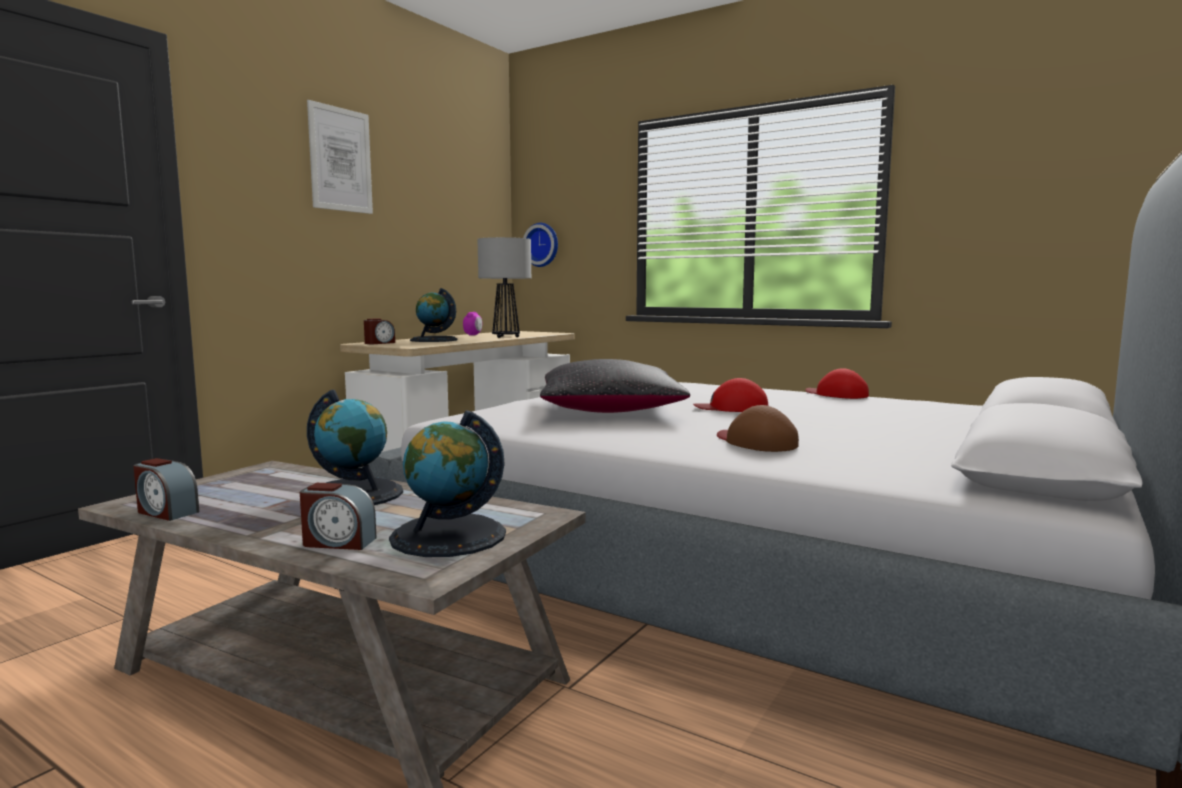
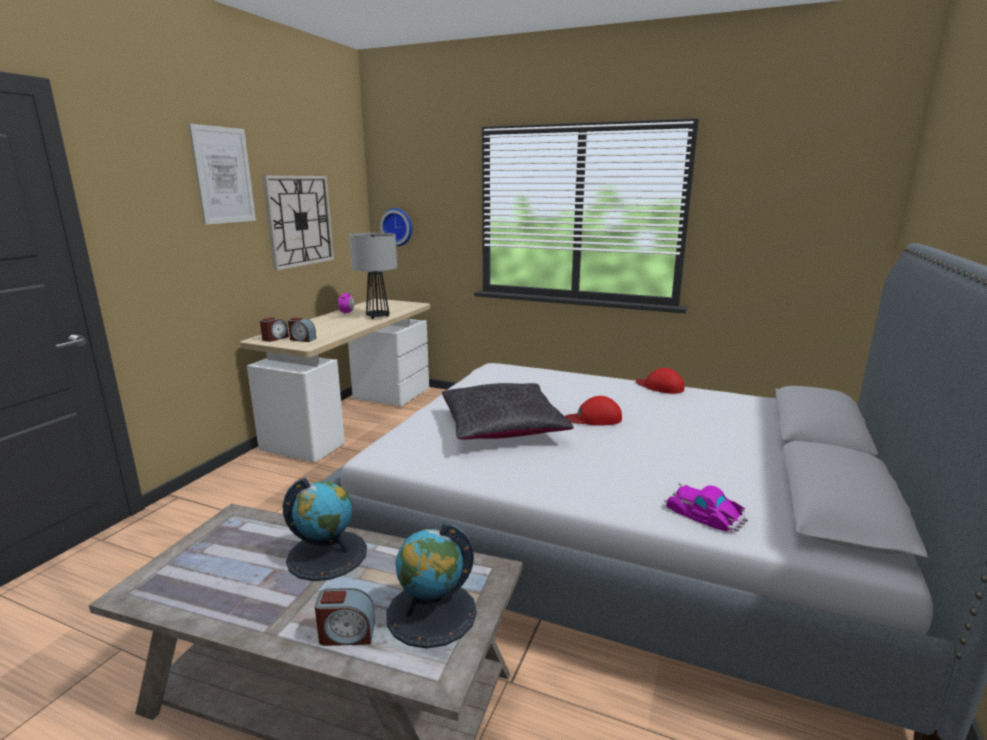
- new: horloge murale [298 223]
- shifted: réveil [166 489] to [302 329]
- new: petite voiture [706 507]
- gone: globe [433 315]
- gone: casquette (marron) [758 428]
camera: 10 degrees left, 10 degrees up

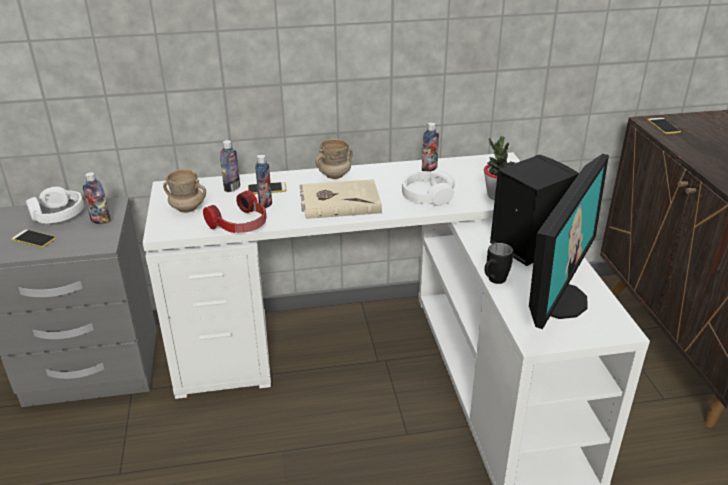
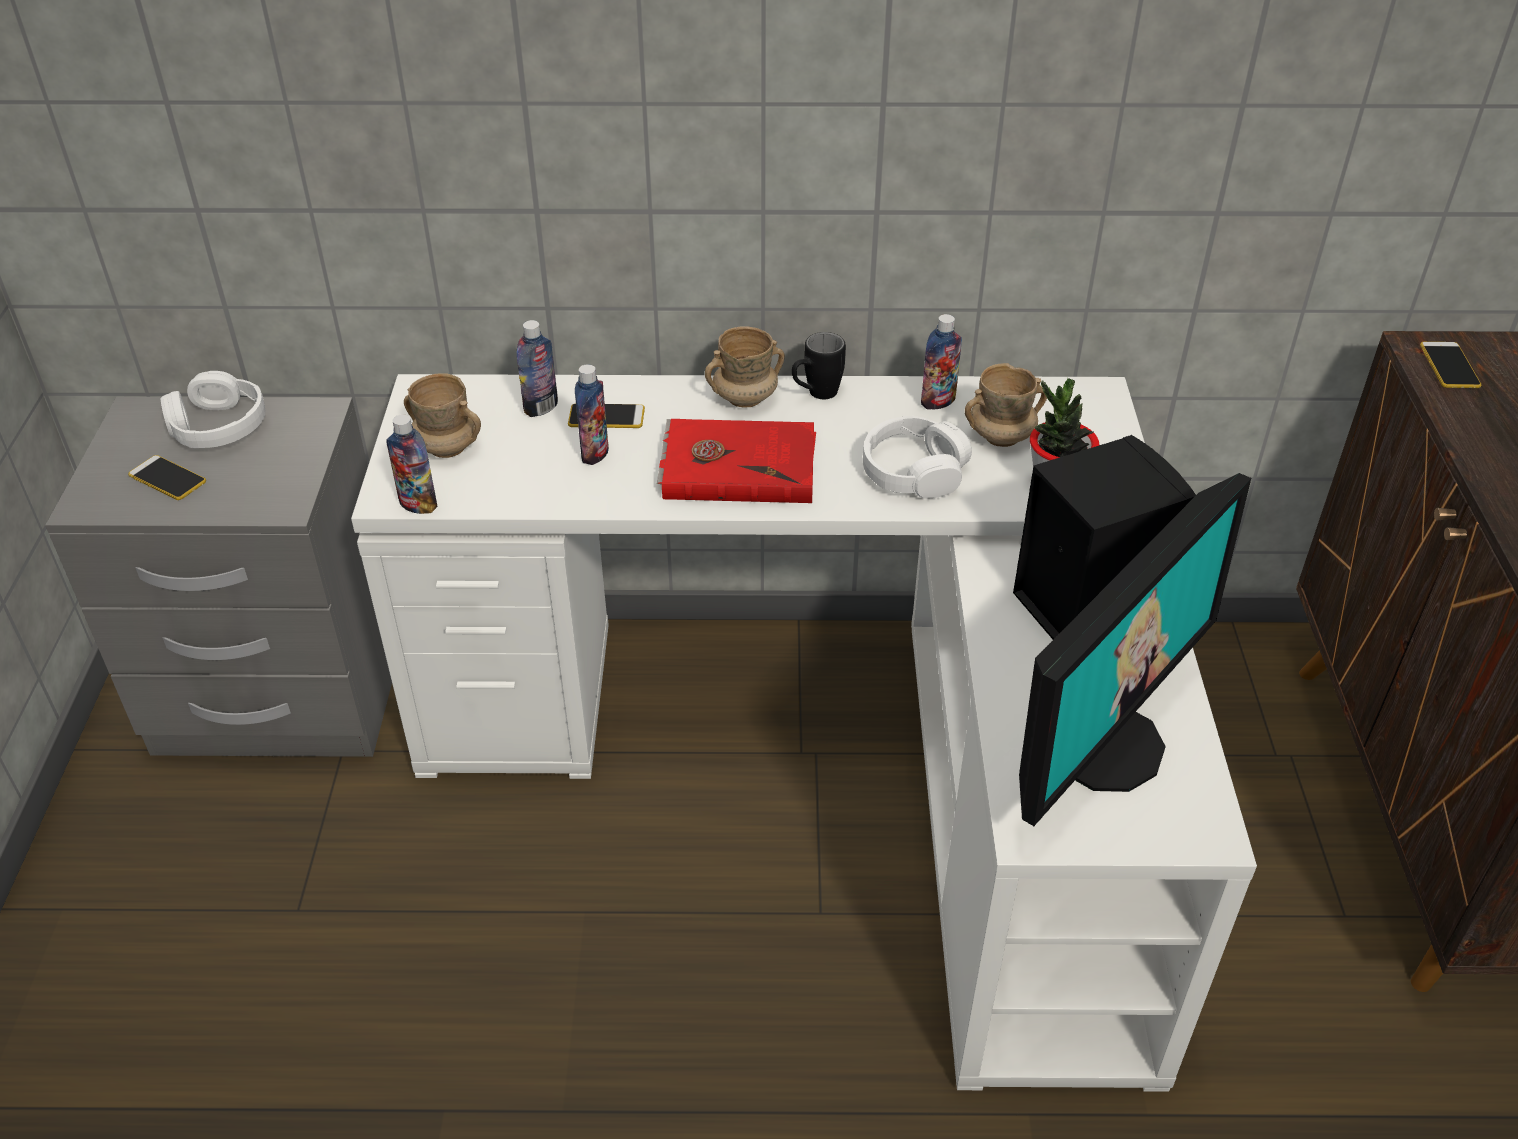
- shifted: bouteille [97 198] to [411 464]
- repainted: livre (beige) [341 199] to livre (rouge) [736 461]
- shifted: mug (noir) [499 263] to [819 365]
- new: mug (beige) [1006 405]
- gone: casque audio [235 211]
camera: 10 degrees right, 10 degrees up

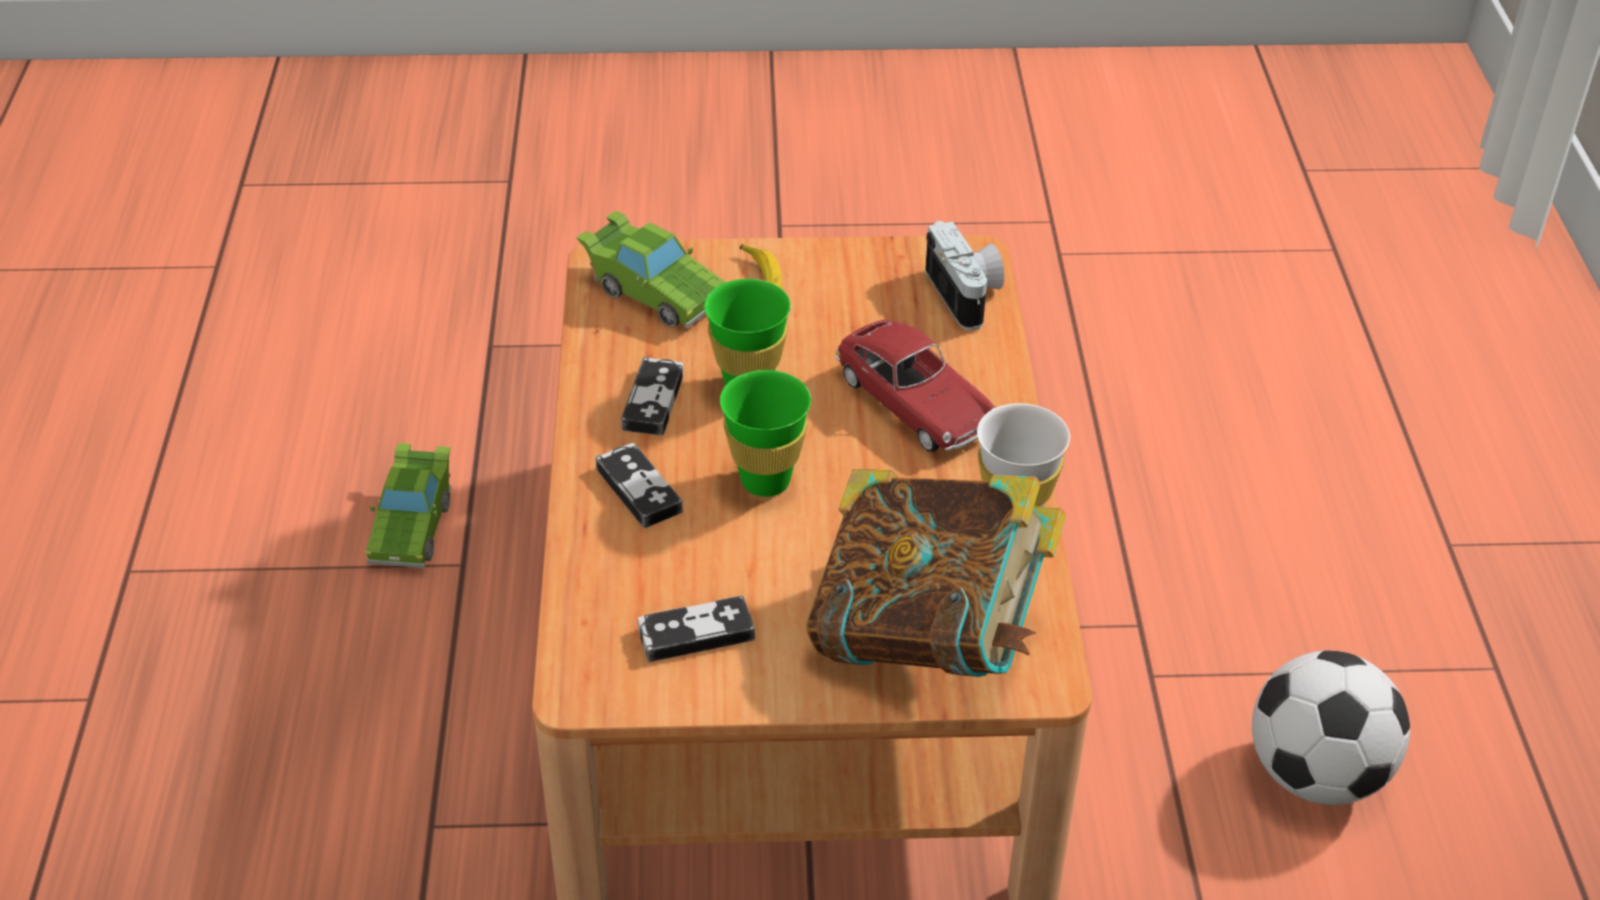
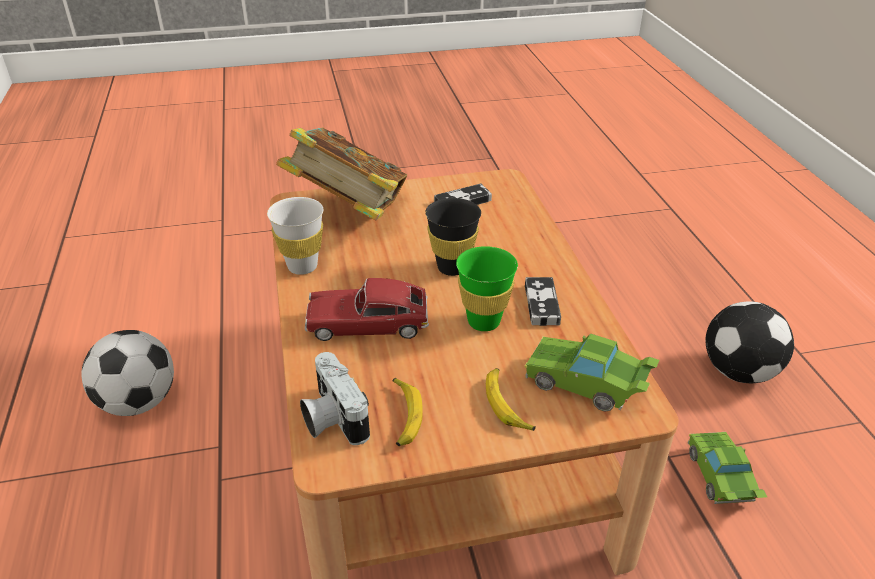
- rotated: petite voiture [915 386] = [367 309] 45 degrees counterclockwise
- new: banane [407 412]
- repainted: tasse (vert) [765 433] to tasse (noir) [453 237]
- new: ballon de foot [749 342]
- gone: manette [639 485]
camera: 170 degrees right, 5 degrees down

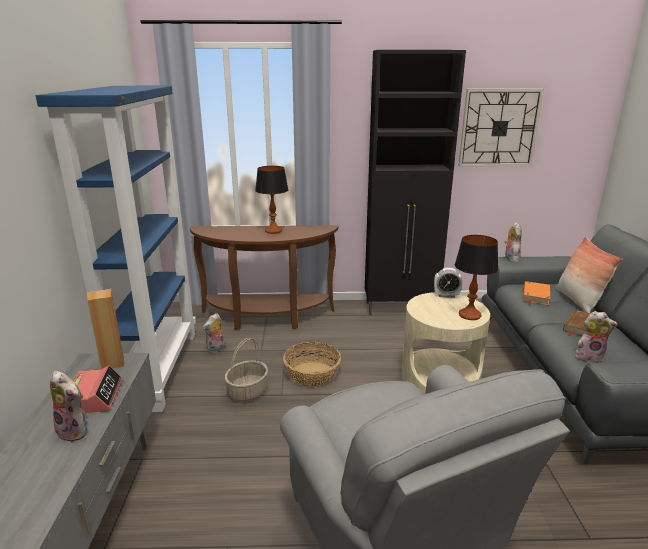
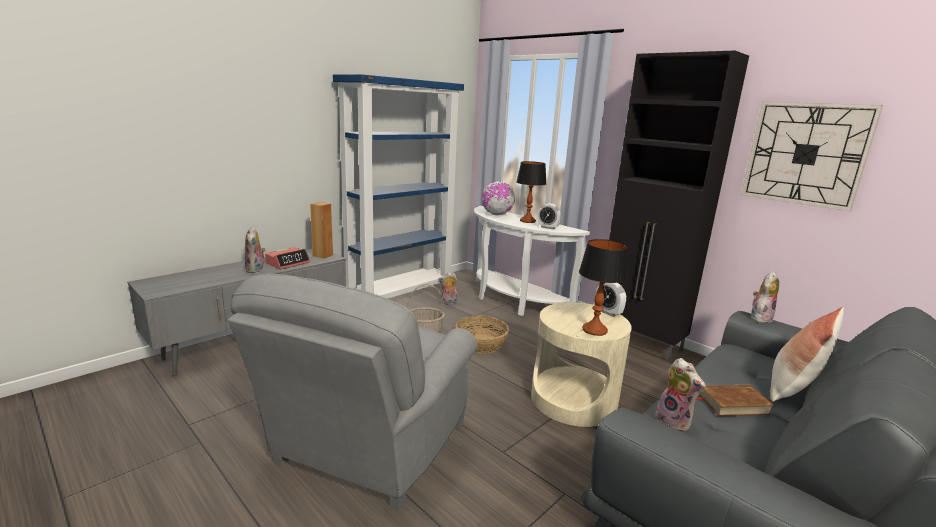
- repainted: table console (marron) [264 277] to table console (blanc) [532 261]
- new: globe [498 198]
- new: réveil [549 216]
- gone: livre (orange) [536 293]
camera: 45 degrees right, 5 degrees down

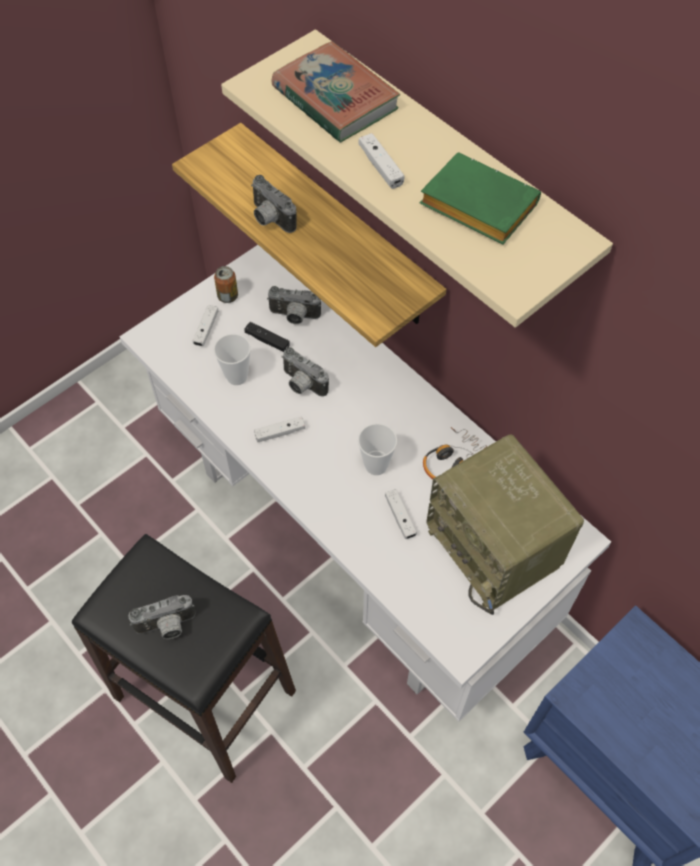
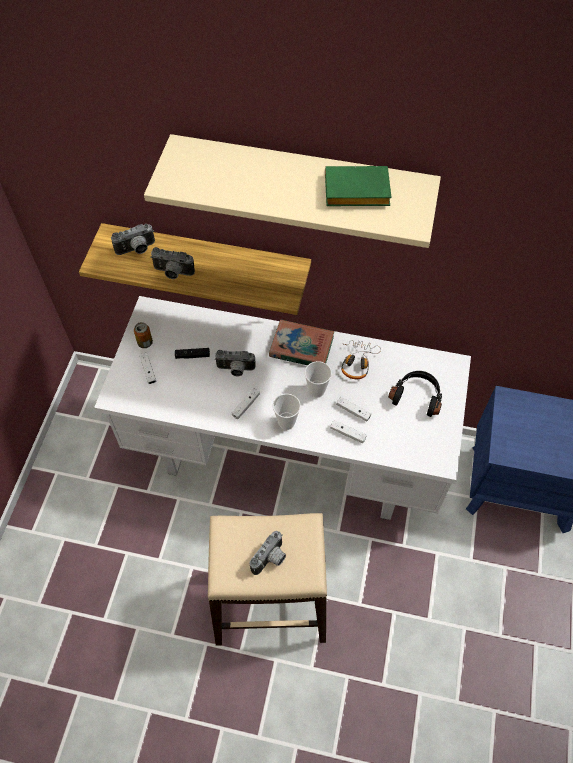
- shifted: appareil photo [294 305] to [133 239]
- repainted: tabouret (noir) [184 658] to tabouret (beige) [267 579]
- shifted: livre [336 92] to [301 342]
- shifted: tasse [232 359] to [287 412]
- shifted: manette (blanc) [381 161] to [348 431]
- swapped: radio [505 524] to casque audio (noir) [415 394]
camera: 35 degrees left, 0 degrees up

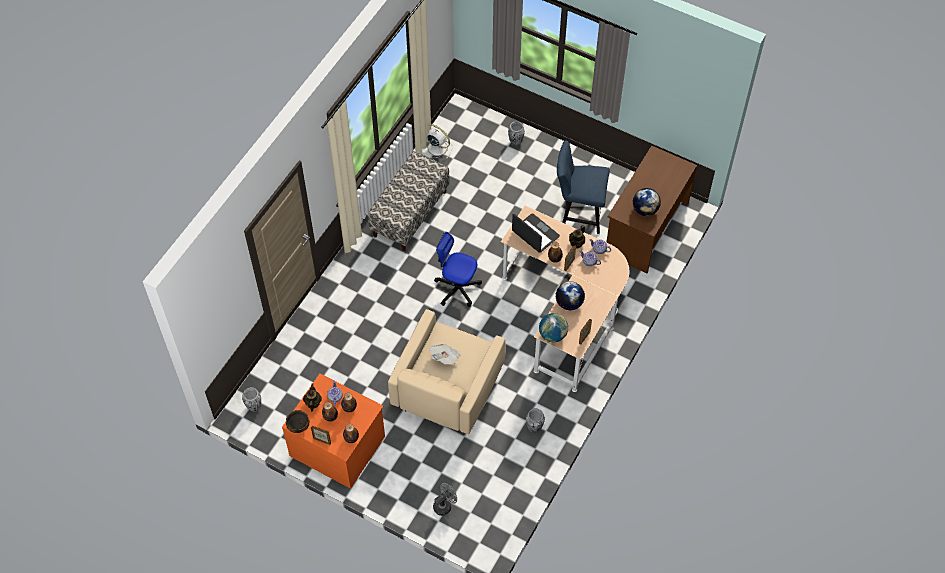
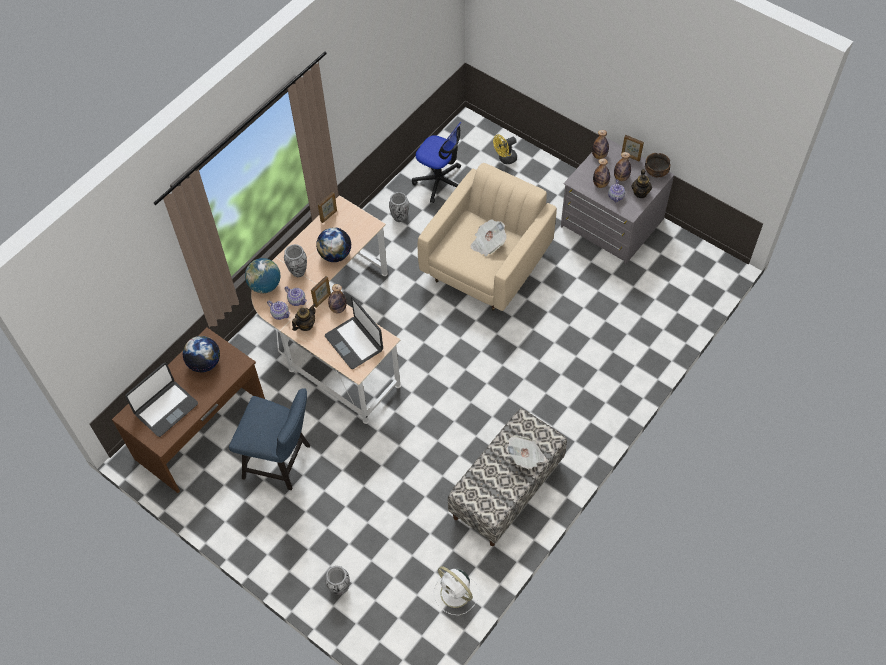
- new: ordinateur portable [161 400]
- shifted: globe [553 328] to [262 275]
- shifted: vase [251 399] to [295 260]
- shifted: chaise de bureau [458 269] to [437 162]
- repainted: ventilateur (gris) [445 499] to ventilateur (jaune) [505 149]
- new: journal [526 452]
- repainted: commode (orange) [333 431] to commode (gris) [617 200]
camera: 170 degrees left, 0 degrees up

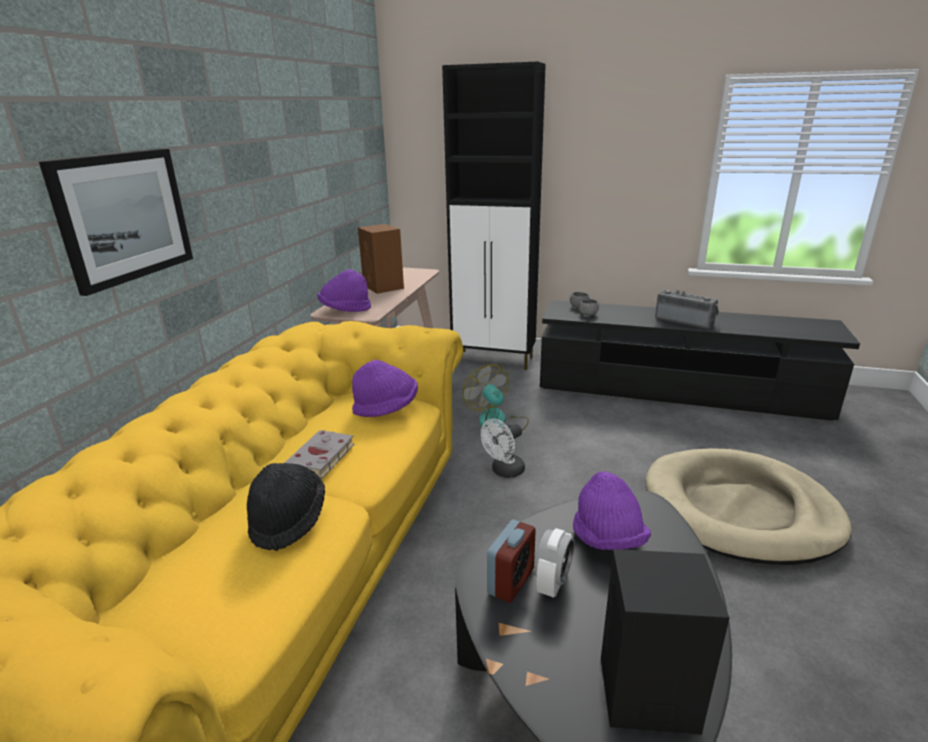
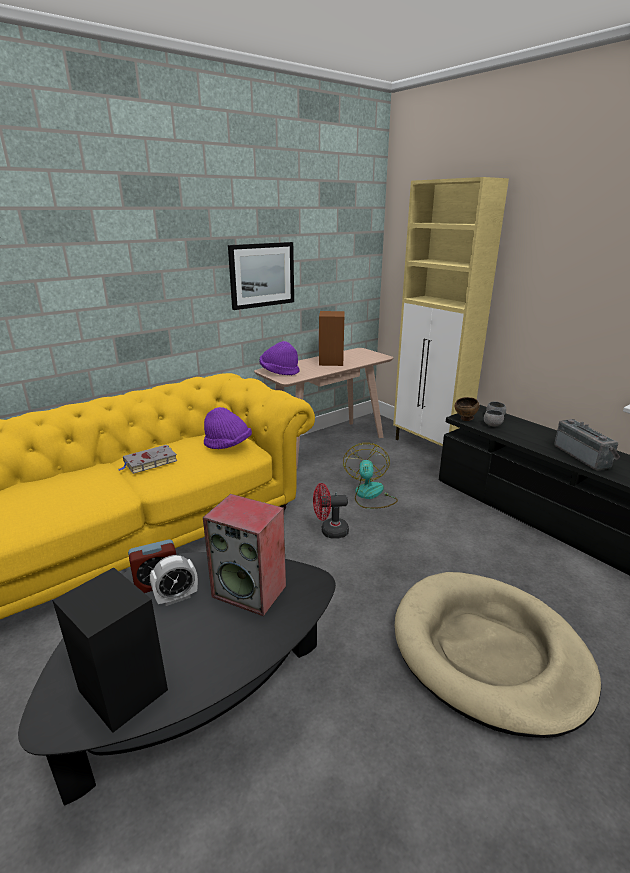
- swapped: chapeau (violet) [612 510] to enceinte [244 555]
- shifted: tableau [116 222] to [261 276]
- repainted: ventilateur (blanc) [503 448] to ventilateur (rouge) [331 511]
- repainted: meuble de rangement (noir) [494 216] to meuble de rangement (beige) [451 312]
- new: bol (marron) [467 409]
- gone: chapeau (noir) [286 507]
camera: 35 degrees right, 0 degrees up

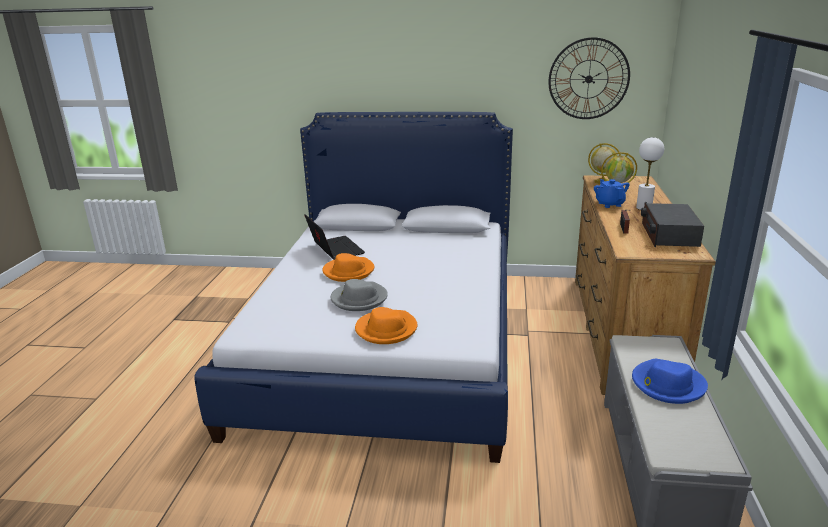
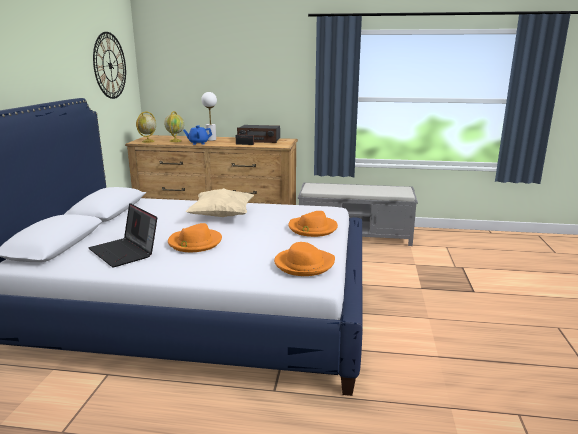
- rotated: ordinateur portable [334 237] = [122 235] 105 degrees counterclockwise
- new: coussin (beige) [219 202]
- new: chapeau (orange) [304 259]
- gone: chapeau (gris) [359 295]
- gone: chapeau (bleu) [670 381]
camera: 90 degrees left, 5 degrees down

